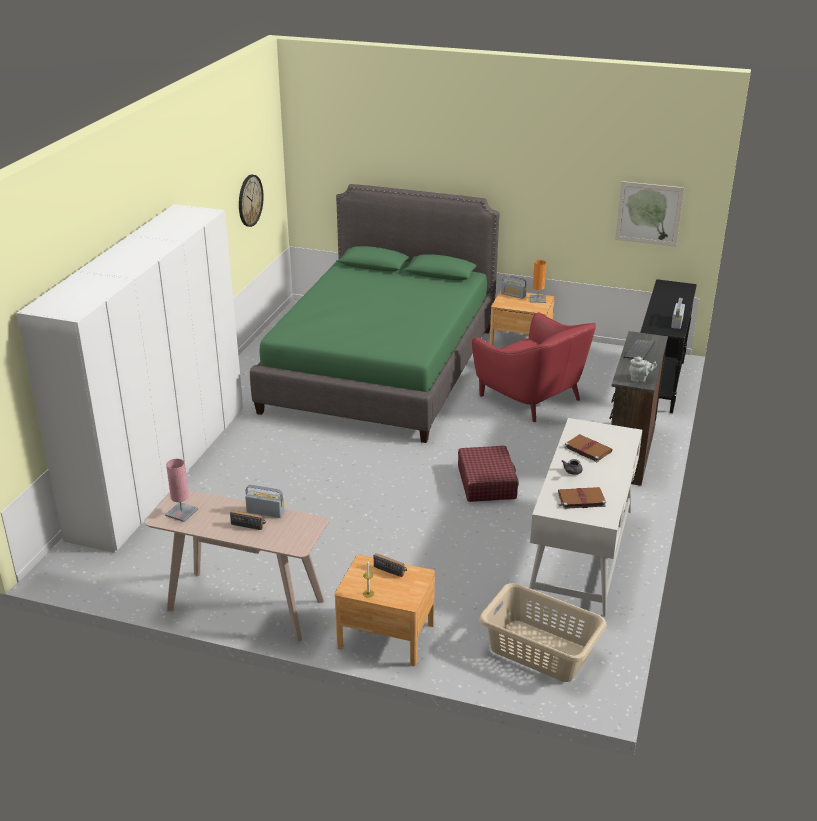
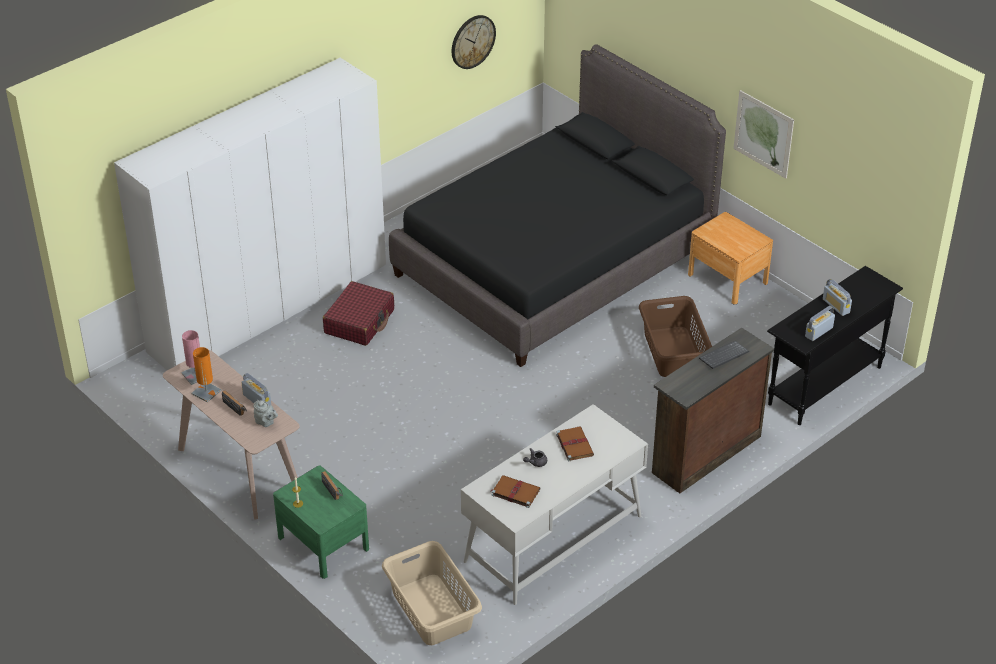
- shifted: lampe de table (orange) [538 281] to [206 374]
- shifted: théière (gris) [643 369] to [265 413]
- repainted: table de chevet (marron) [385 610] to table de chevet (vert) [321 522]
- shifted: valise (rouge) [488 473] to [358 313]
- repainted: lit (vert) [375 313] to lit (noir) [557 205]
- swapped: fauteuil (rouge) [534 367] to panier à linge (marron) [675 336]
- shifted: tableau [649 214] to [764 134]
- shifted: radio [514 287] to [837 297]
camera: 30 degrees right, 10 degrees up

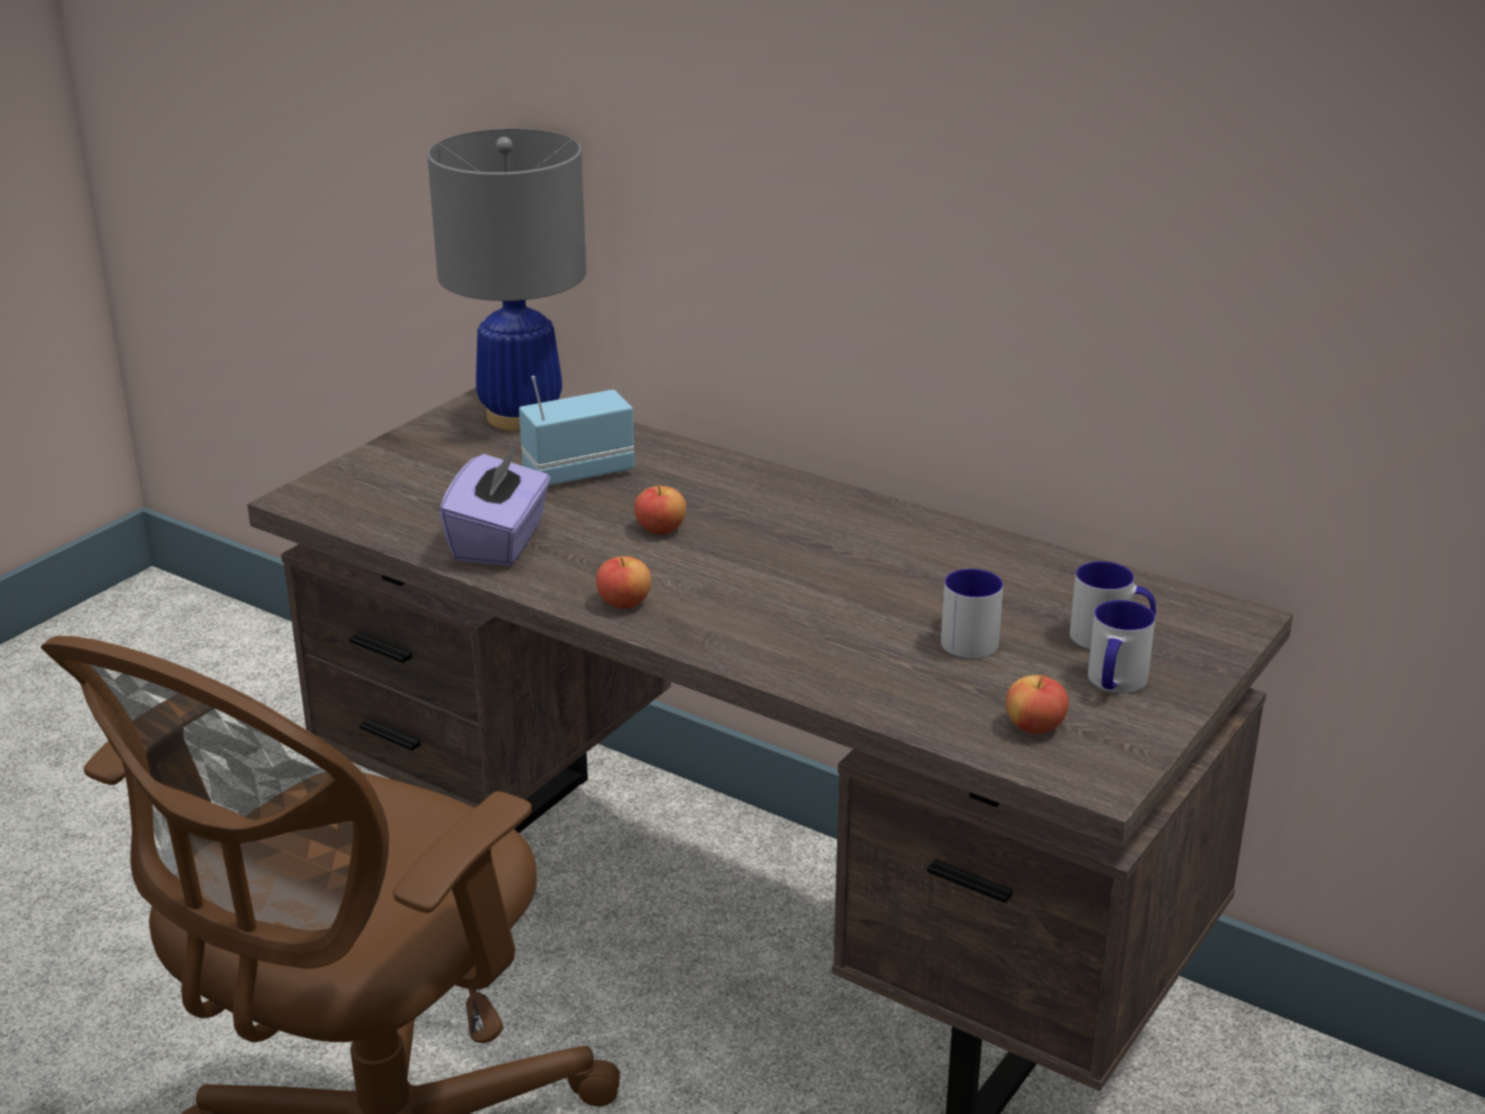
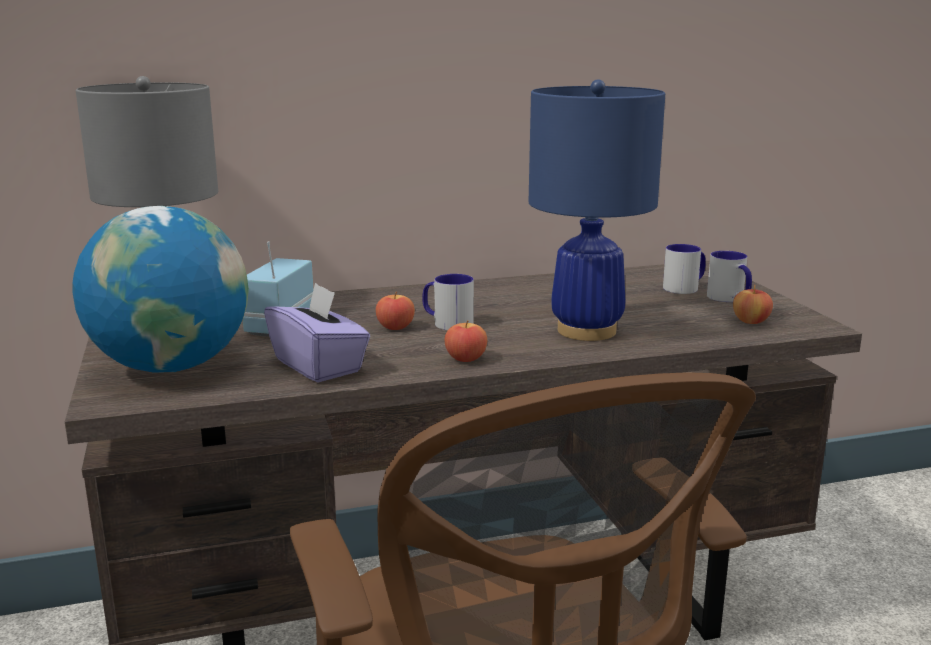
- new: globe [161 289]
- shifted: mug [972 614] to [448 302]
- new: lampe de table (bleu) [597 210]
camera: 50 degrees left, 10 degrees down

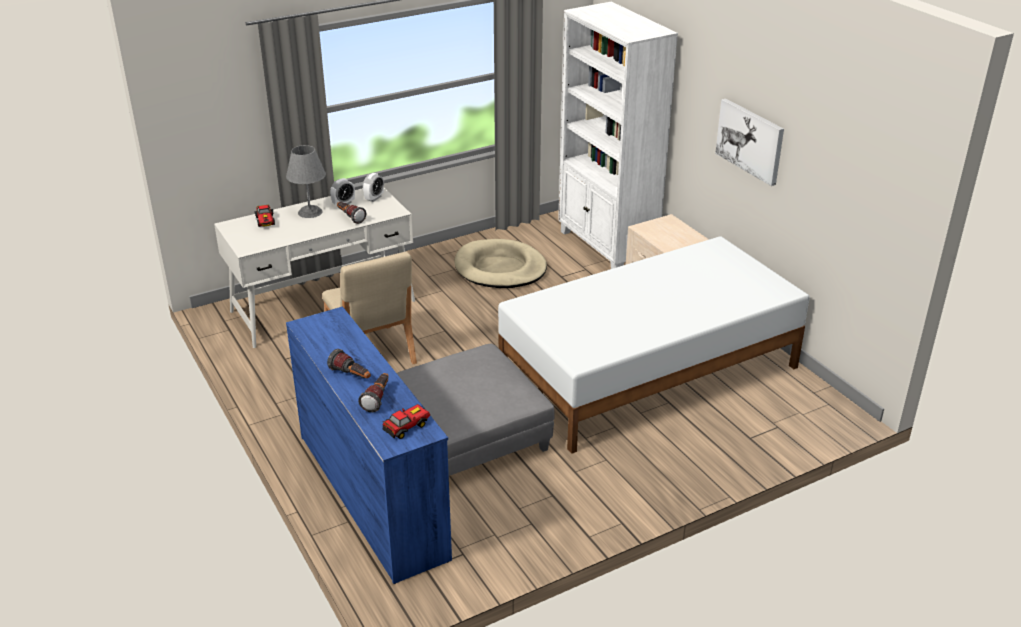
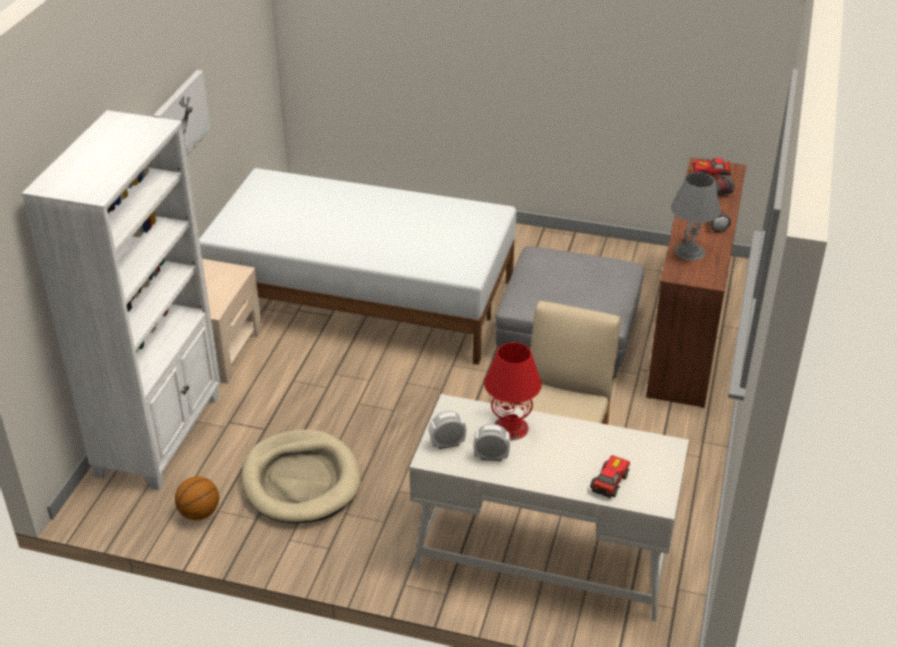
- new: ballon de basket [197 498]
- swapped: lampe de poche [351 213] to lampe de table (rouge) [513 391]
- repainted: commode (bleu) [369 445] to commode (marron) [696 282]
- shifted: lampe de table (gris) [306 181] to [696 216]
camera: 135 degrees left, 5 degrees up

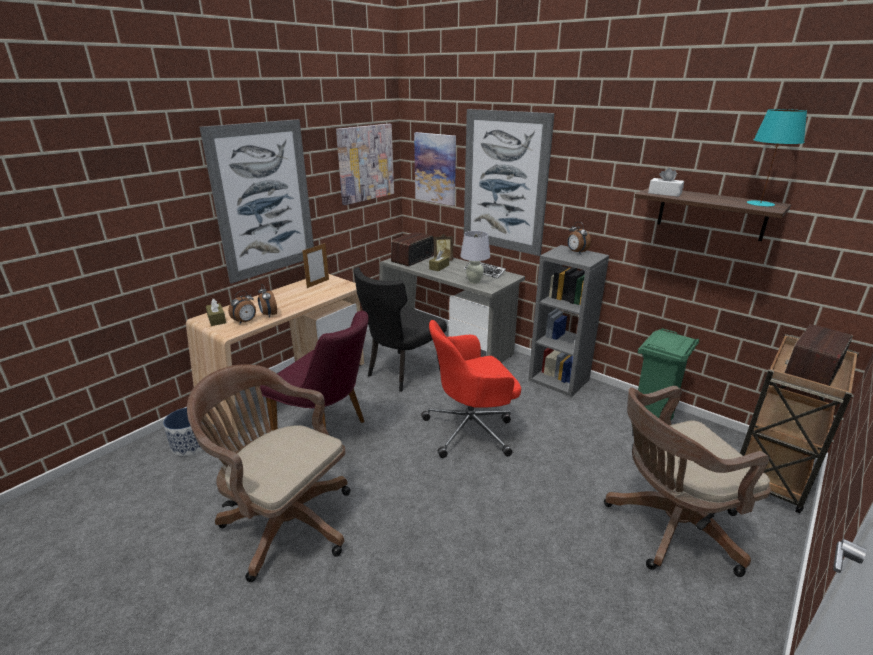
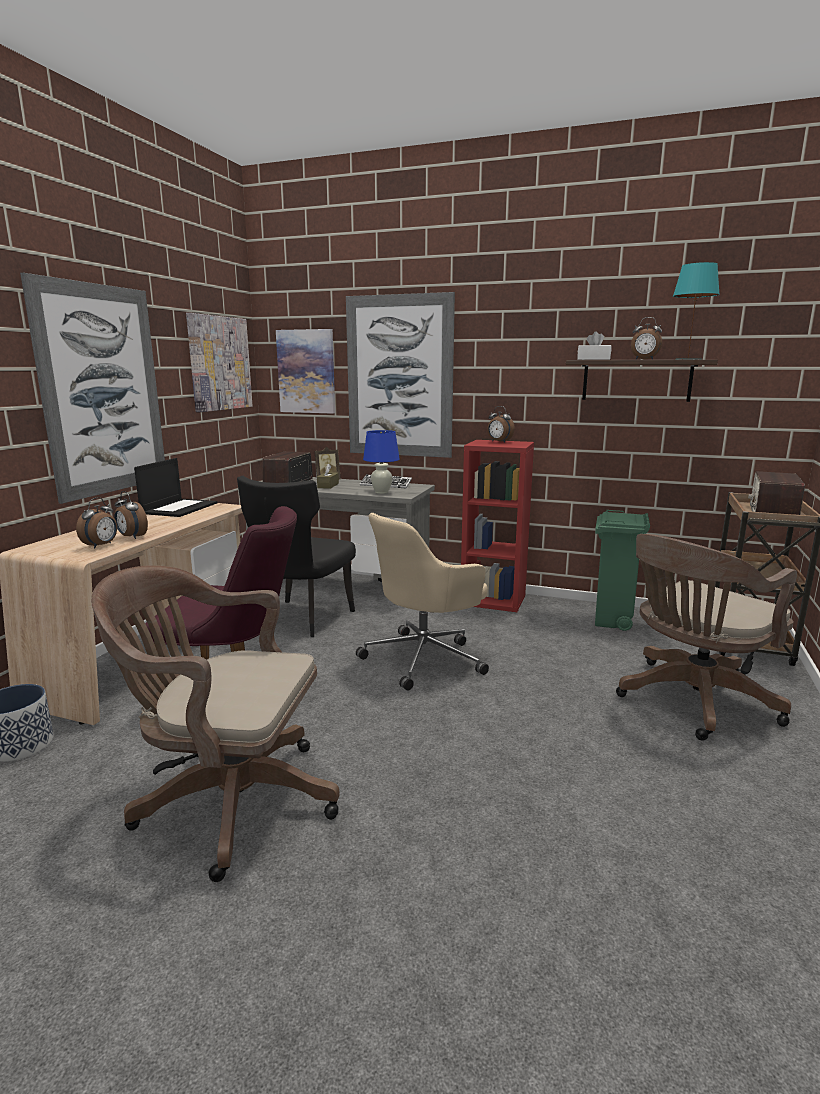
- swapped: cadre photo [315 265] to ordinateur portable [175 487]
- repainted: chaise de bureau (rouge) [471 389] to chaise de bureau (beige) [422 602]
- repainted: lampe de table (blanc) [475 257] to lampe de table (bleu) [381 462]
- repainted: bibliothèque (gris) [568 321] to bibliothèque (rouge) [497 526]
- new: réveil [646 338]
- gone: boîte à mouchoirs (marron) [216 312]
camera: 20 degrees left, 10 degrees down

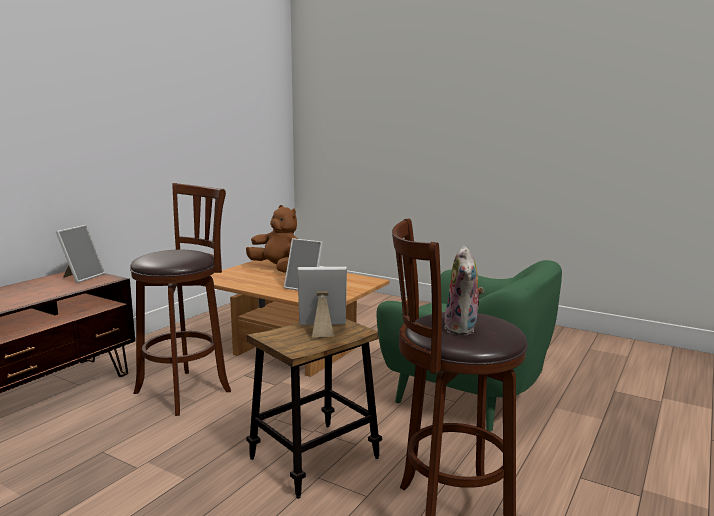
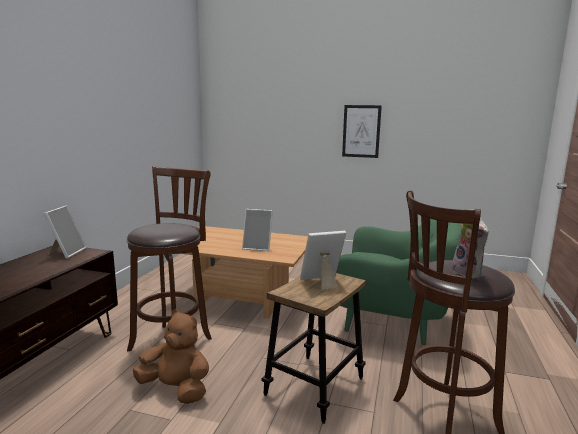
- shifted: peluche (marron) [272 239] to [171 356]
- new: tableau [362 131]
camera: 15 degrees left, 0 degrees up

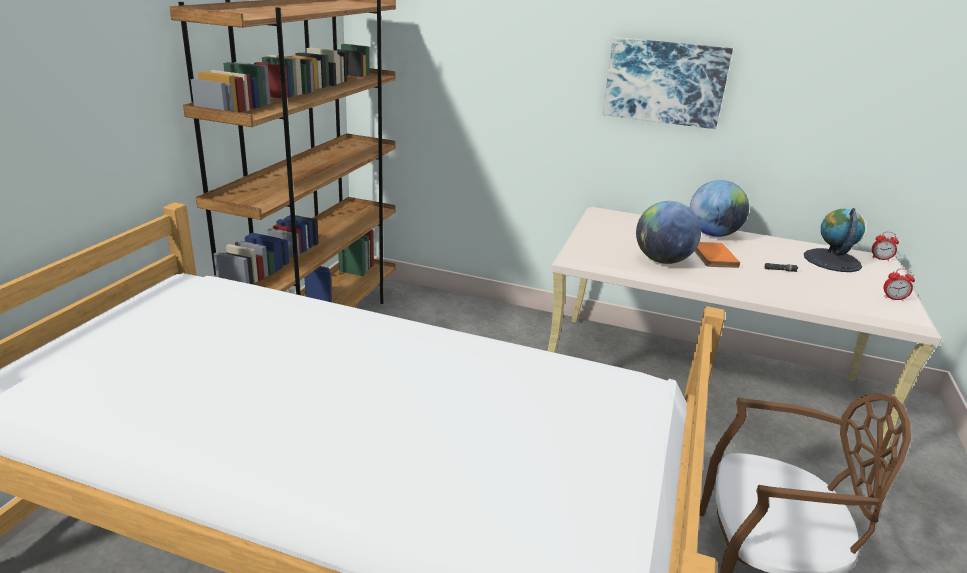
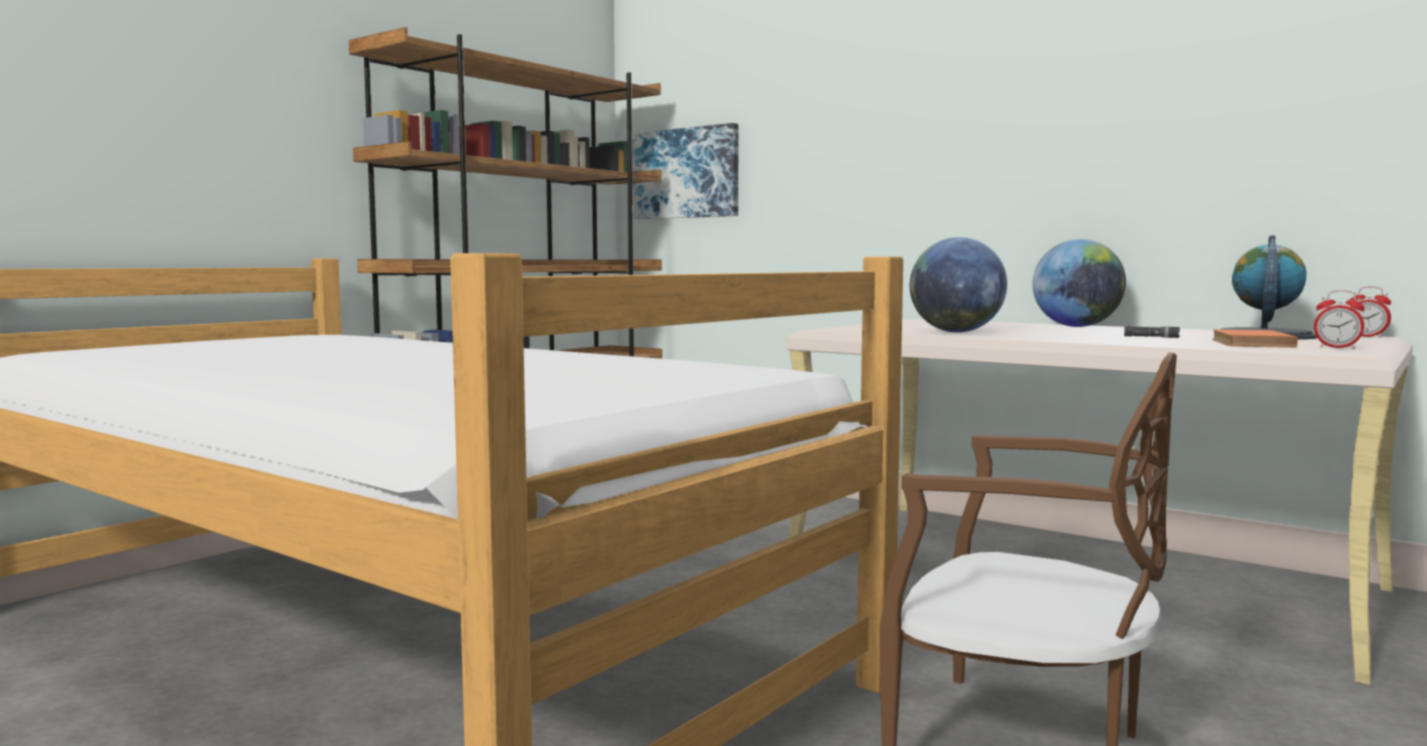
- shifted: tableau [668 83] to [685 171]
- shifted: livre (orange) [717 255] to [1255 338]
camera: 20 degrees right, 20 degrees down

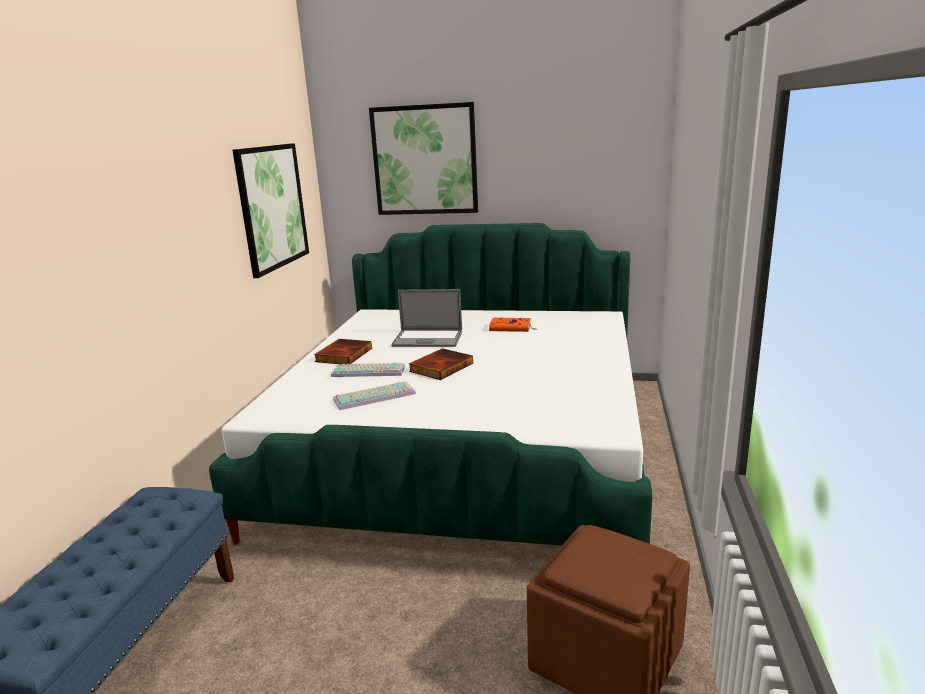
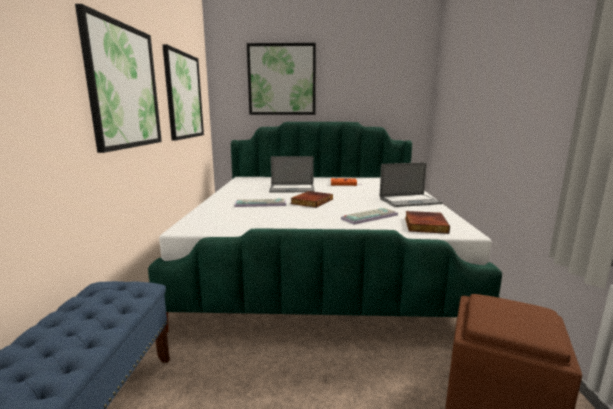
- new: tableau [118 78]
- shifted: clavier [374 395] to [369 216]
- new: ordinateur portable [411 184]
- shifted: livre [343 352] to [427 222]
camera: 10 degrees left, 5 degrees down

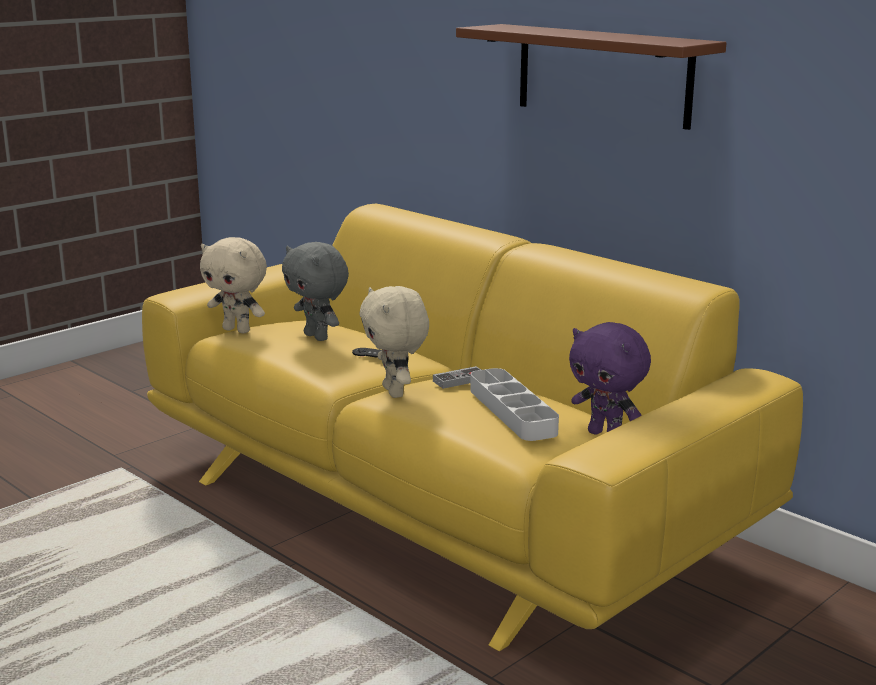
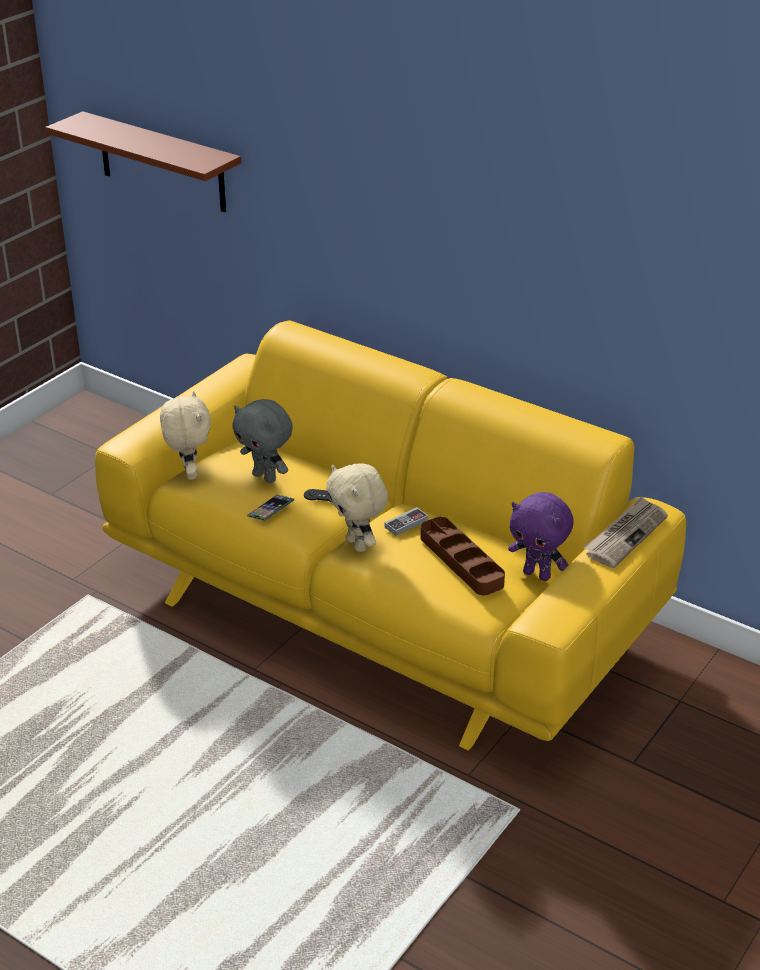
- shifted: étagère (marron) [591 77] to [143 161]
- rotated: peluche (beige) [233 285] = [185 435] 120 degrees counterclockwise
- new: téléphone [271 508]
- repainted: plateau (gris) [514 404] to plateau (marron) [462 555]
- new: journal [625 532]
camera: 10 degrees left, 15 degrees up

